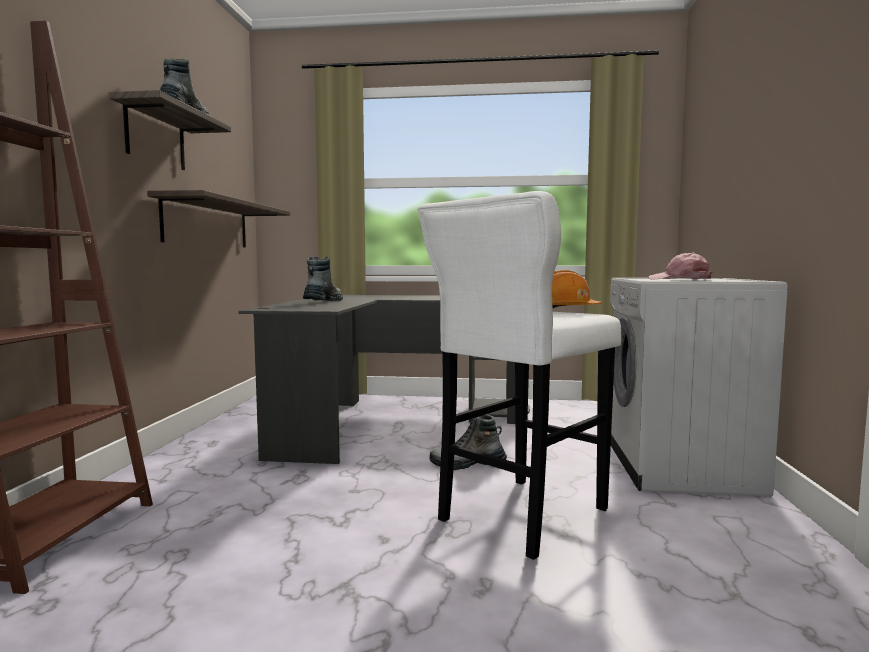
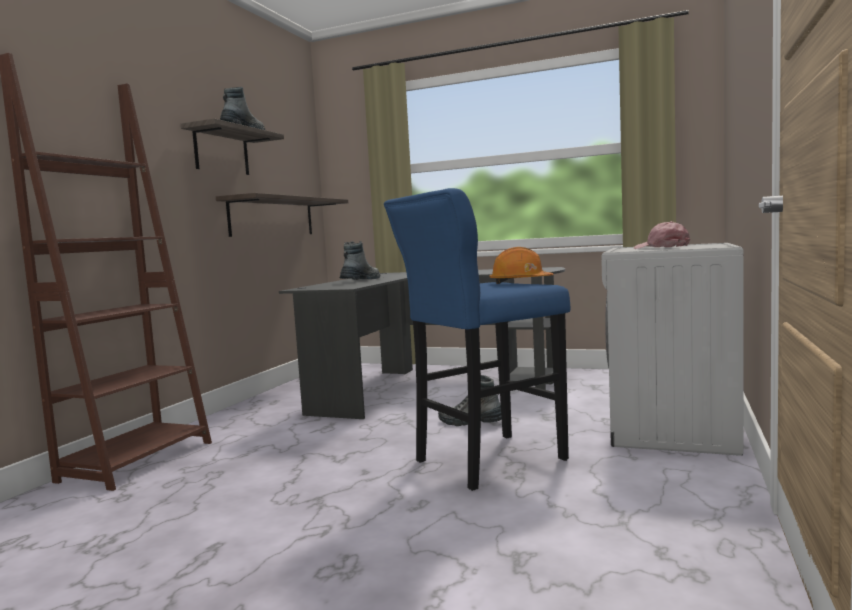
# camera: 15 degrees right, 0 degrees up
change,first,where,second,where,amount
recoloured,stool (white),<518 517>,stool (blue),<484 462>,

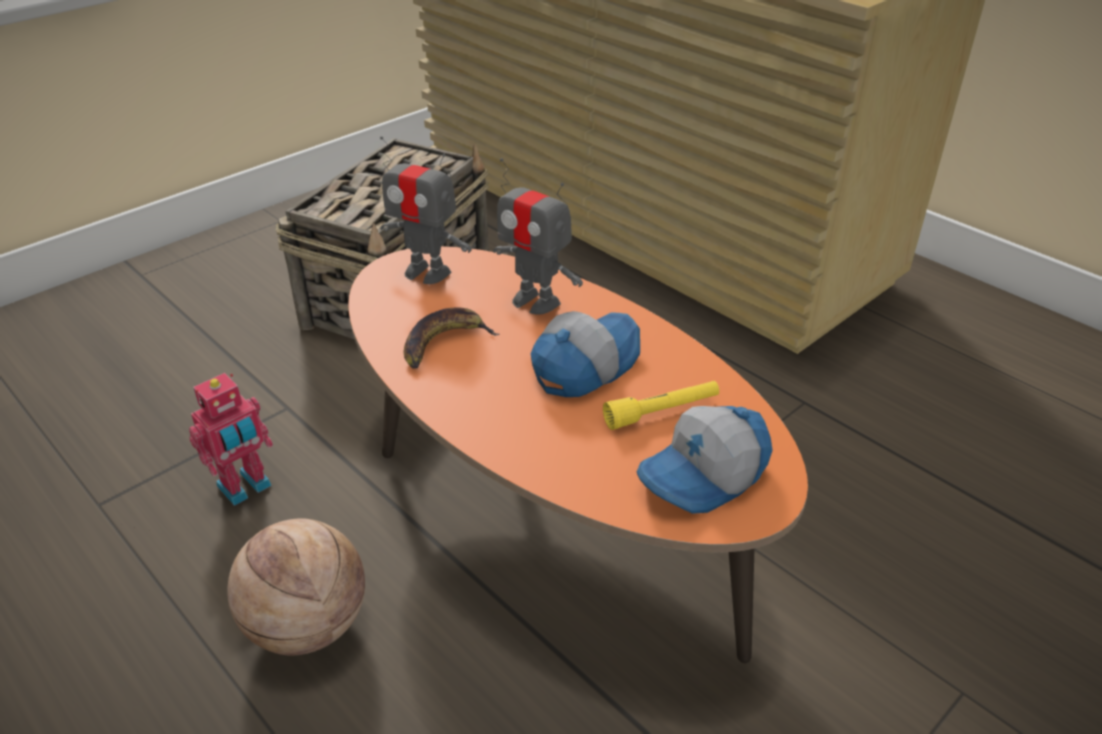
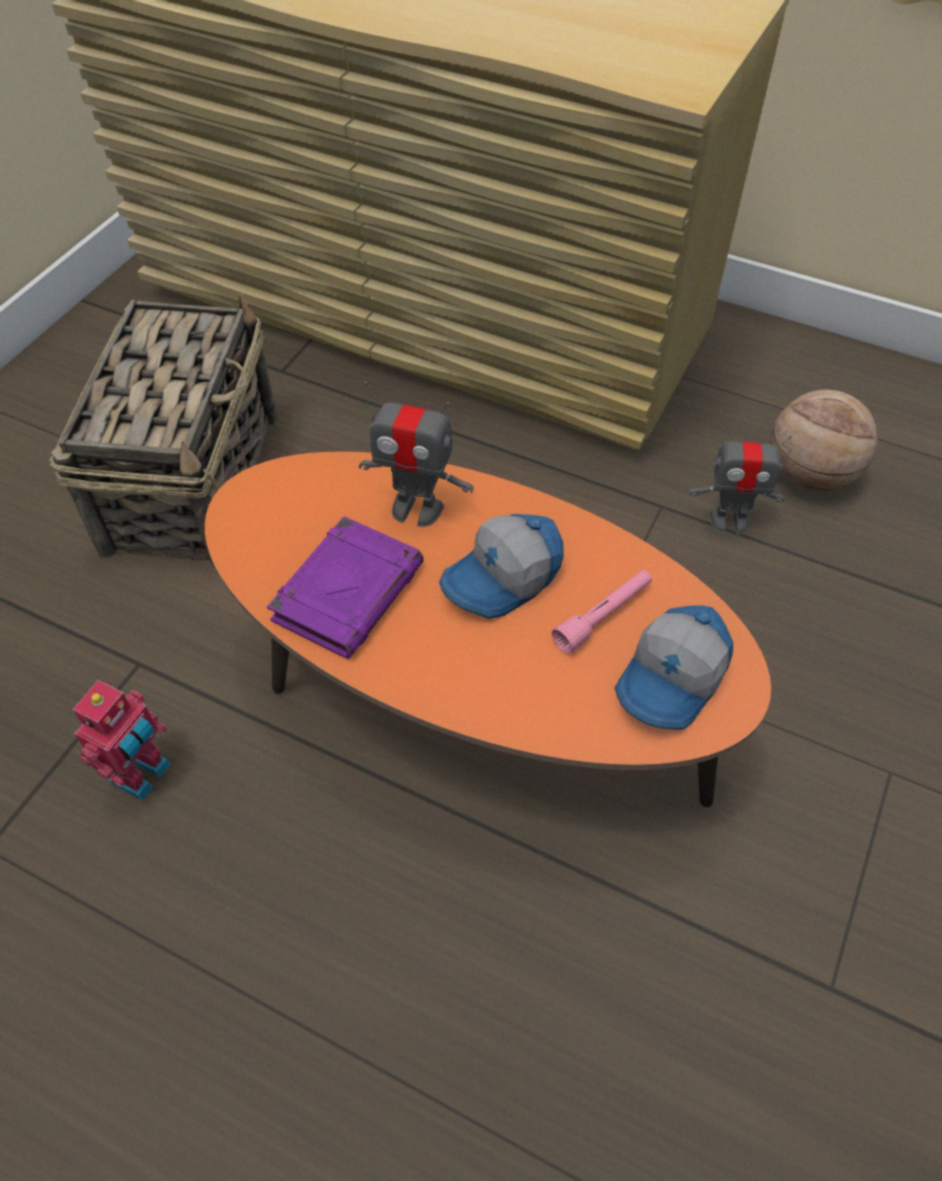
# camera: 20 degrees left, 15 degrees up
change,first,where,second,where,amount
moved,basketball,<308 626>,,<809 476>,
moved,toy robot,<427 272>,,<729 520>,
replaced,banana,<444 343>,book (purple),<348 591>,
turned,cap,<584 365>,,<503 579>,150 degrees counterclockwise
recoloured,flashlight (yellow),<662 412>,flashlight (pink),<603 616>,

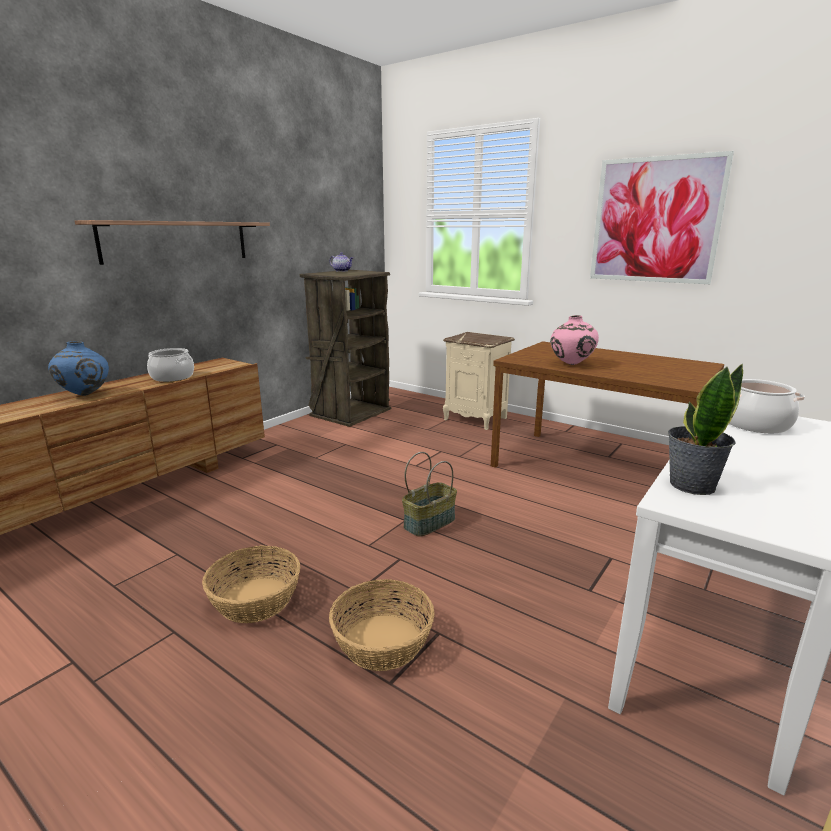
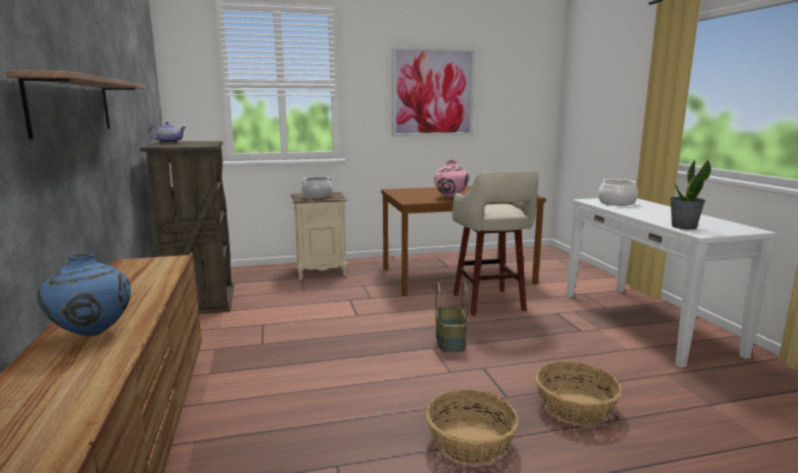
# camera: 50 degrees left, 5 degrees down
change,first,where,second,where,amount
moved,cooking pot,<172 377>,,<317 196>,
added,,,stool (beige),<489 304>,

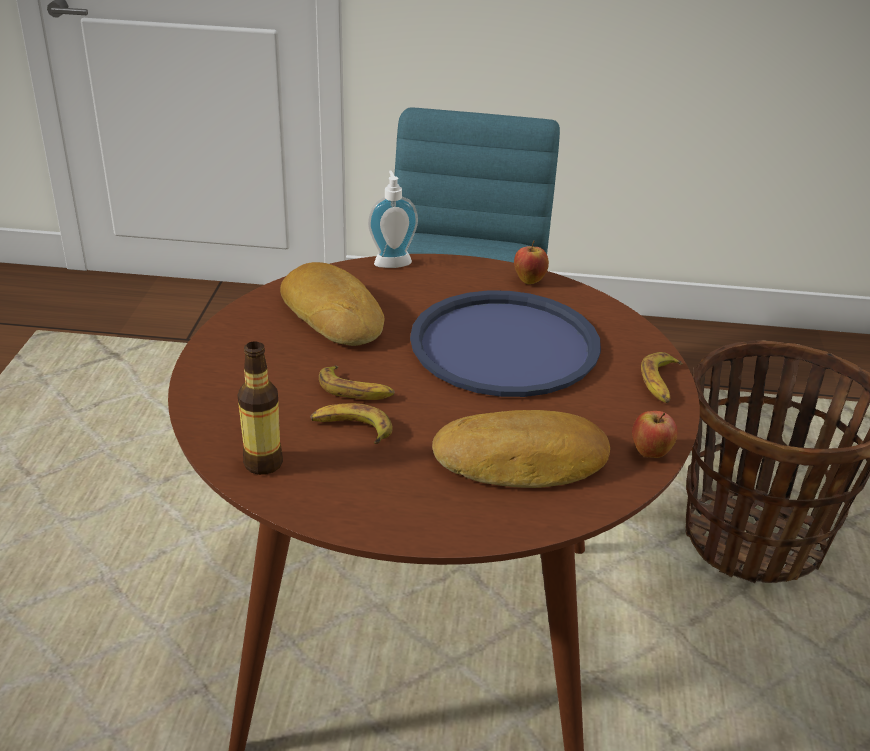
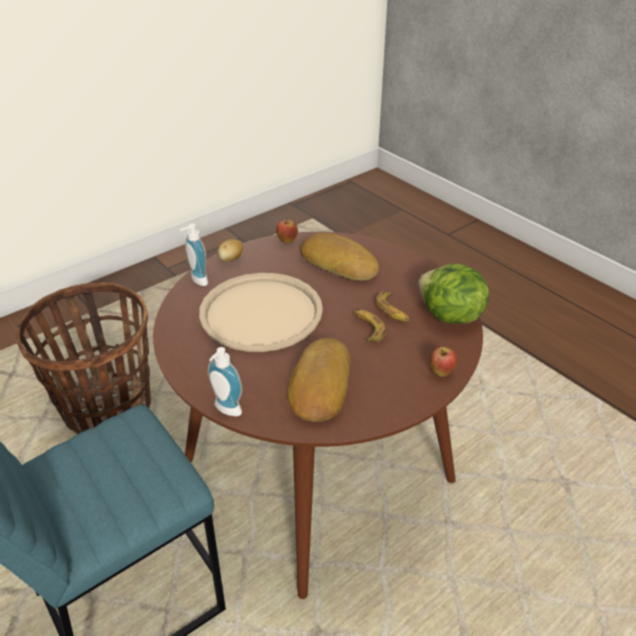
# camera: 135 degrees left, 5 degrees up
change,first,where,second,where,amount
replaced,bottle,<263 463>,lettuce,<449 316>,
recoloured,tray (blue),<504 345>,tray (beige),<261 313>,
moved,apple,<529 281>,,<441 372>,
replaced,banana,<661 384>,potato,<230 259>,
added,,,soap dispenser,<196 280>,

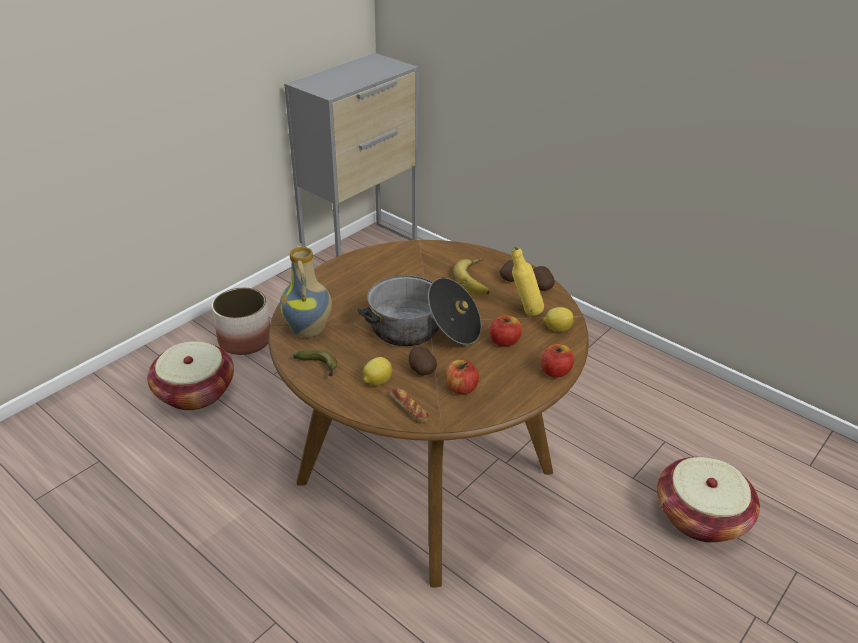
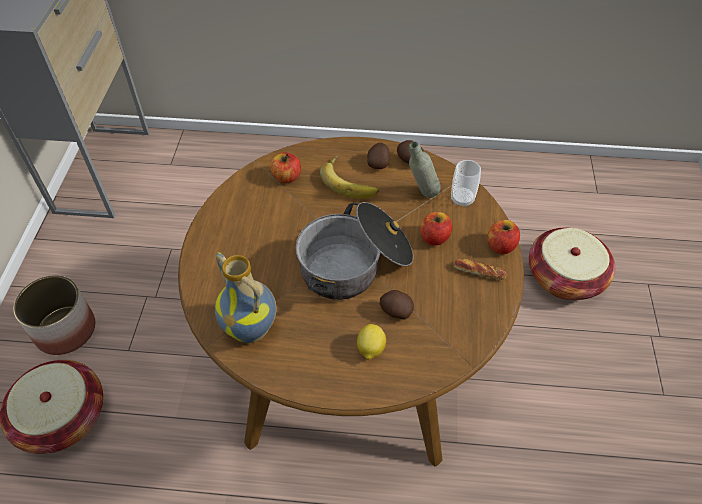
# camera: 35 degrees left, 15 degrees up
change,first,where,second,where,amount
removed,banana,<319 367>,,,
moved,bread,<409 408>,,<479 271>,
moved,apple,<461 388>,,<286 177>,
recoloured,bottle (yellow),<524 312>,bottle (grey),<421 195>,
replaced,lemon,<557 328>,cup,<462 199>,

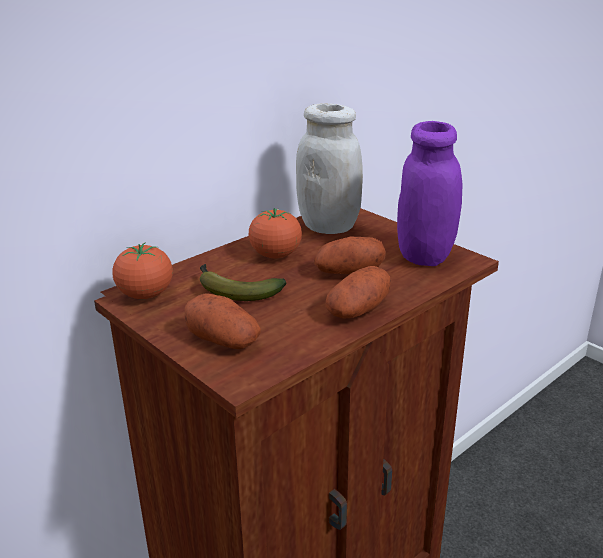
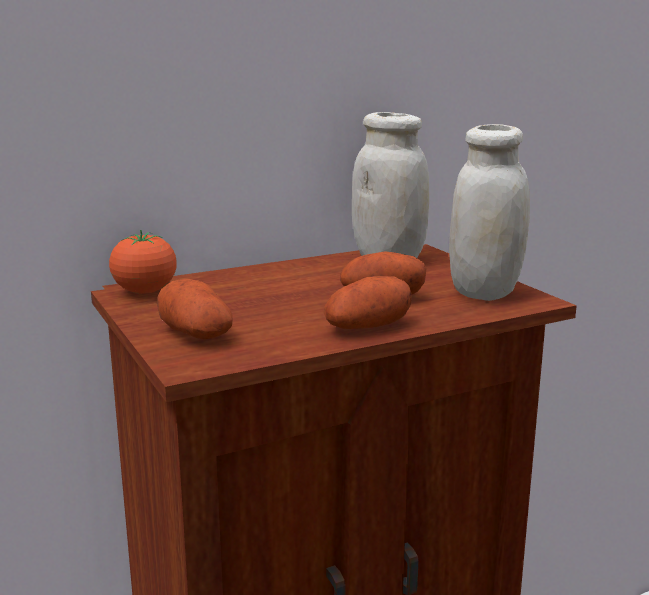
# camera: 15 degrees right, 10 degrees down
change,first,where,second,where,amount
removed,banana,<234 290>,,,
removed,tomato,<275 255>,,,
recoloured,jar (purple),<425 255>,jar (white),<485 292>,

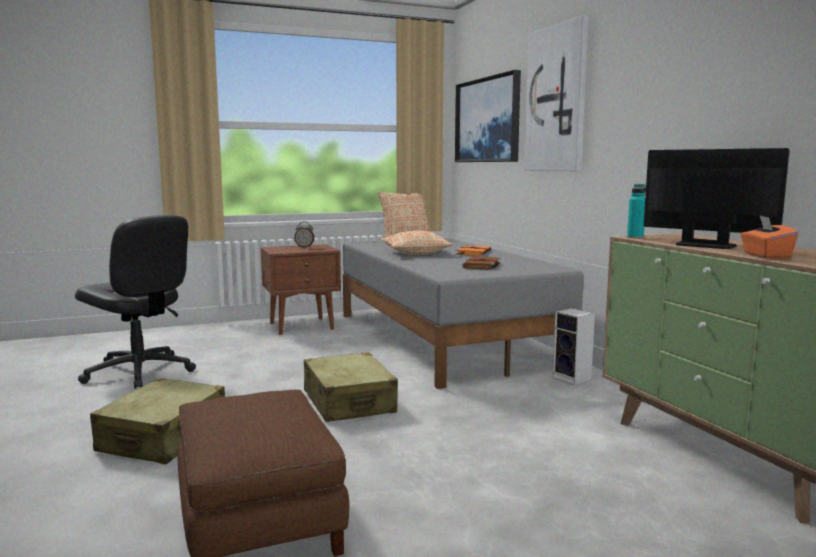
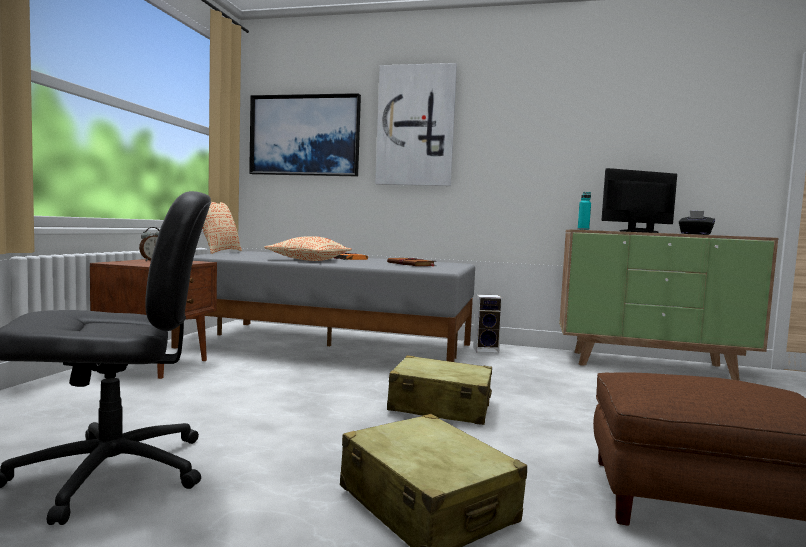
# camera: 55 degrees left, 5 degrees down
change,first,where,second,where,amount
recoloured,tissue box (orange),<765 256>,tissue box (black),<695 234>,

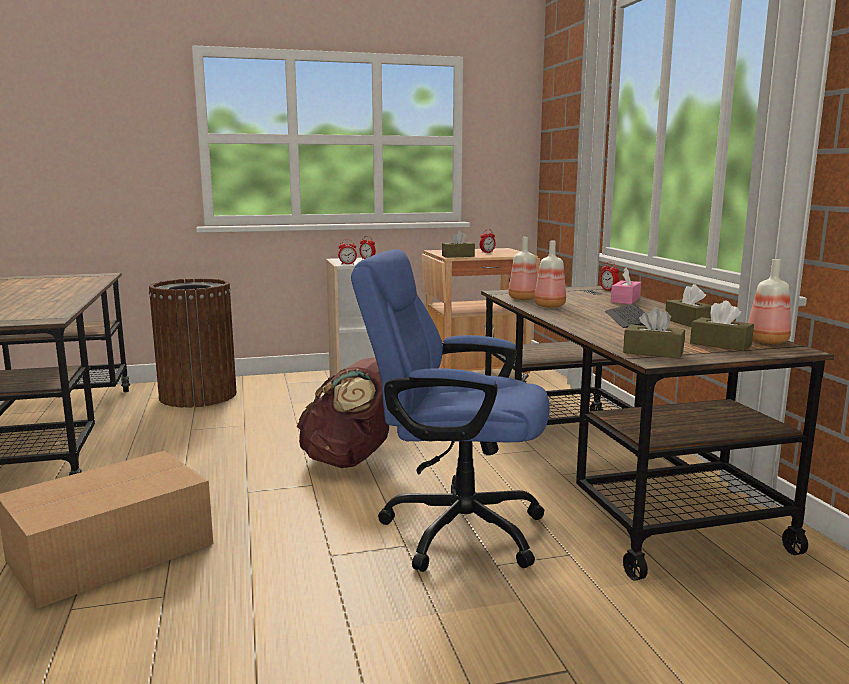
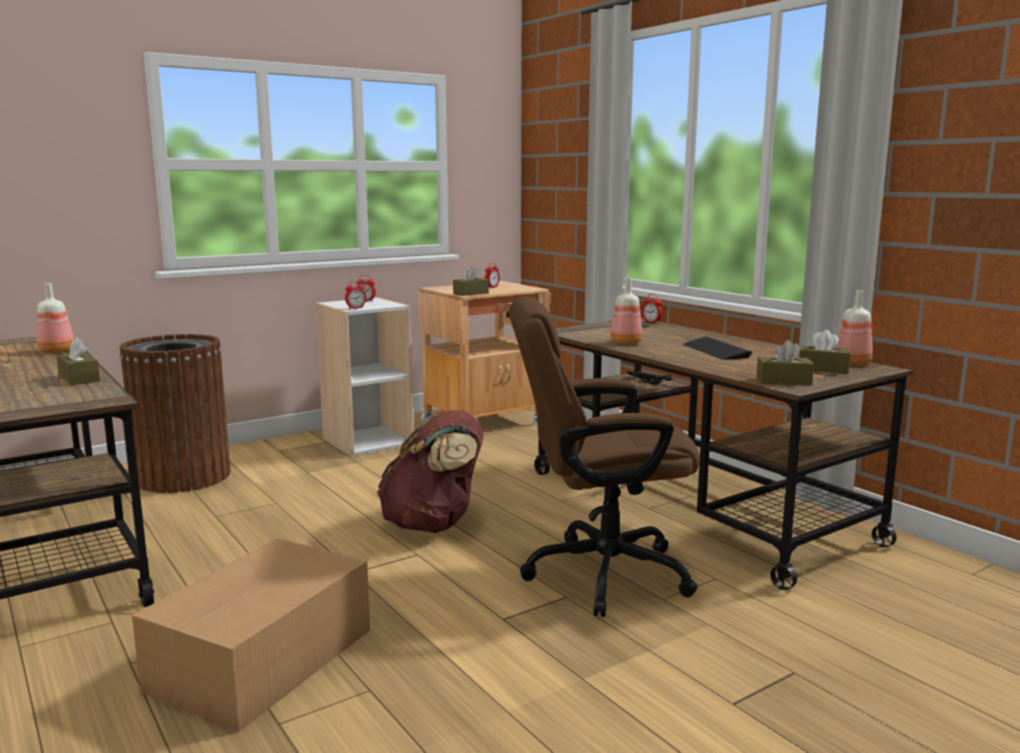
# camera: 20 degrees left, 0 degrees up
change,first,where,second,where,amount
recoloured,office chair (blue),<454 531>,office chair (brown),<598 575>,
moved,bottle,<522 298>,,<56 351>,
removed,tissue box (pink),<625 300>,,,
moved,tissue box (brown),<689 322>,,<79 378>,

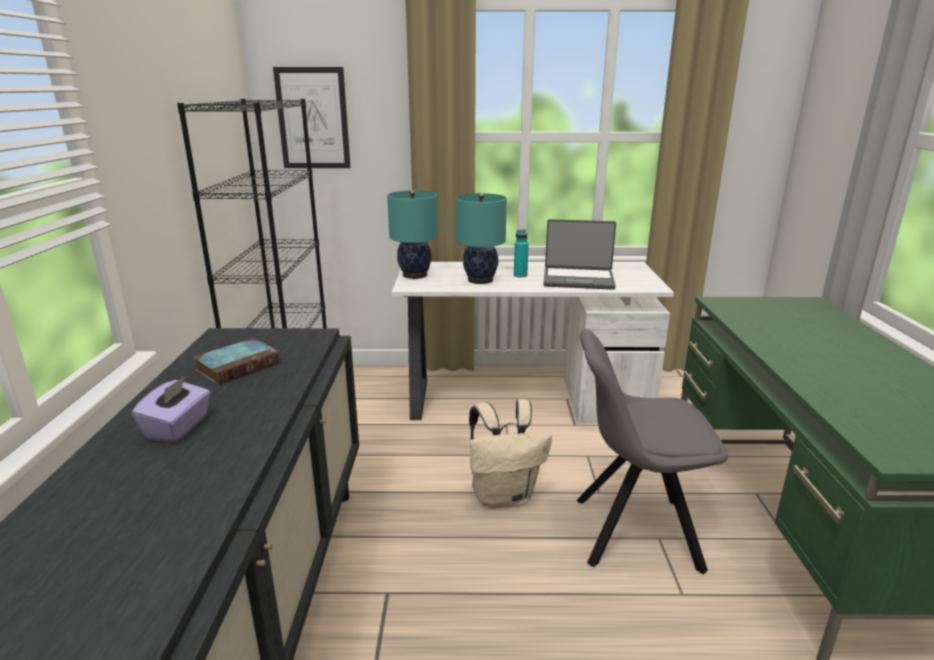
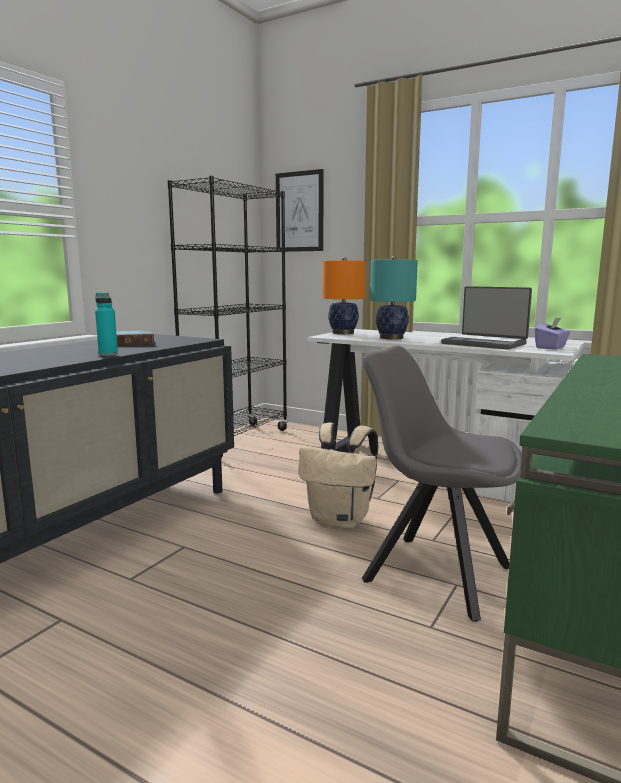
# camera: 30 degrees right, 10 degrees down
change,first,where,second,where,amount
moved,tissue box (purple),<178 427>,,<551 347>,
recoloured,table lamp (turquoise),<415 275>,table lamp (orange),<343 333>,
moved,bottle (turquoise),<520 275>,,<108 354>,

